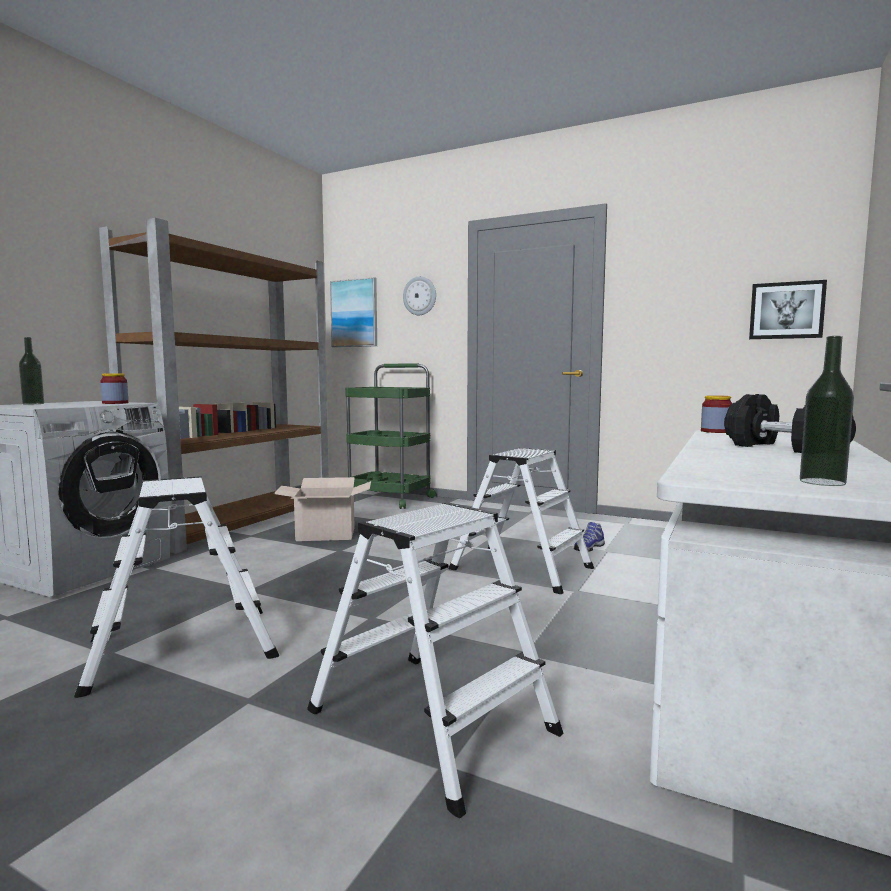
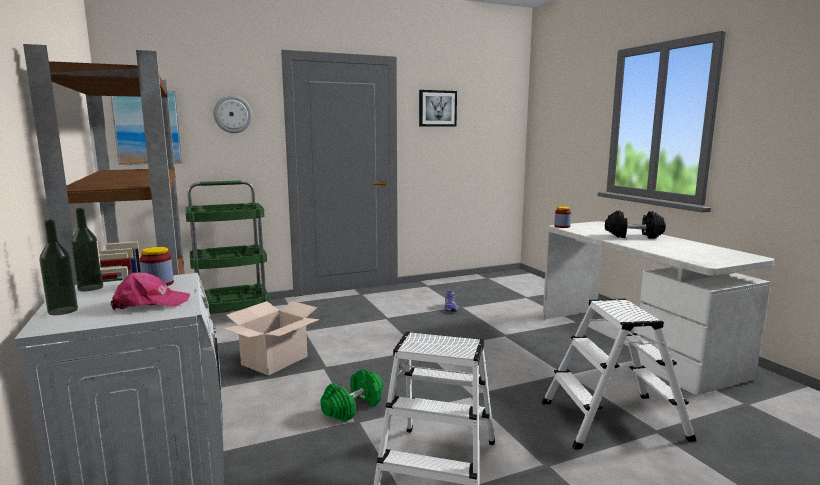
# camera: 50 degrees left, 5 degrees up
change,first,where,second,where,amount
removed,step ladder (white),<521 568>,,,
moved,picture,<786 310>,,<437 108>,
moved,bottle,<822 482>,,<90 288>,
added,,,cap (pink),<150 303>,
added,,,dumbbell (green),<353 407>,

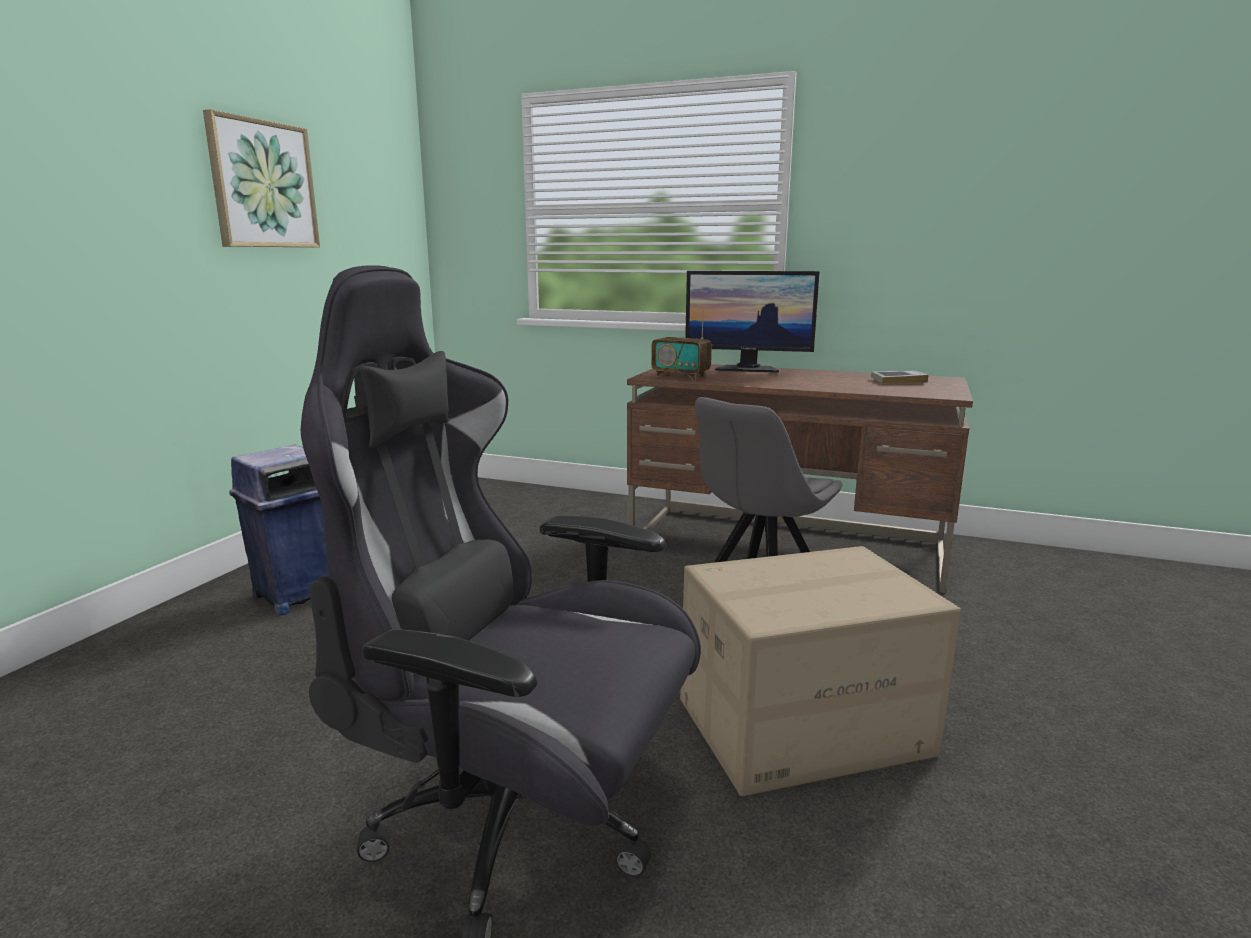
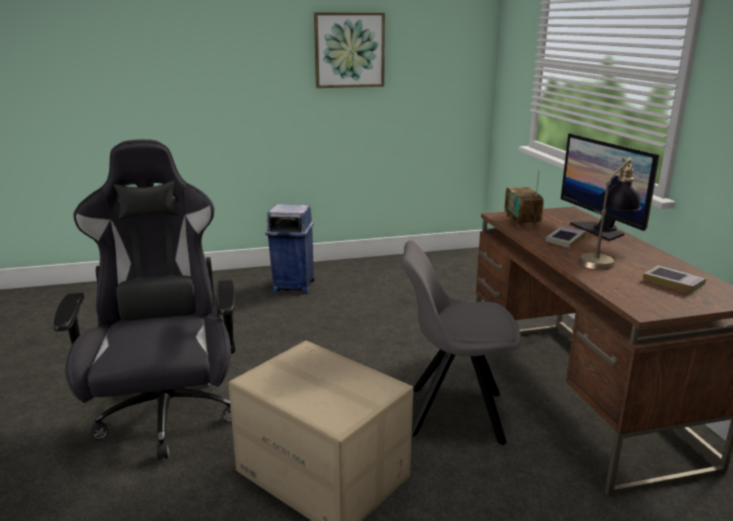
# camera: 55 degrees right, 5 degrees up
change,first,where,second,where,amount
added,,,book,<565 240>,
added,,,table lamp,<605 259>,

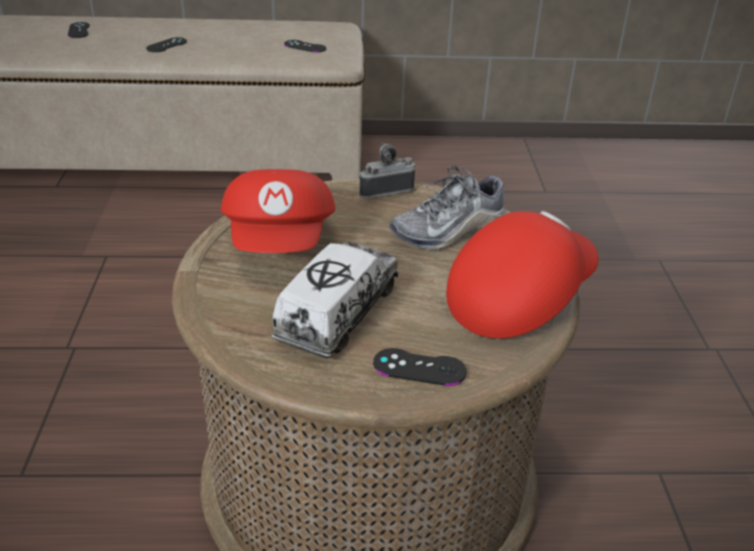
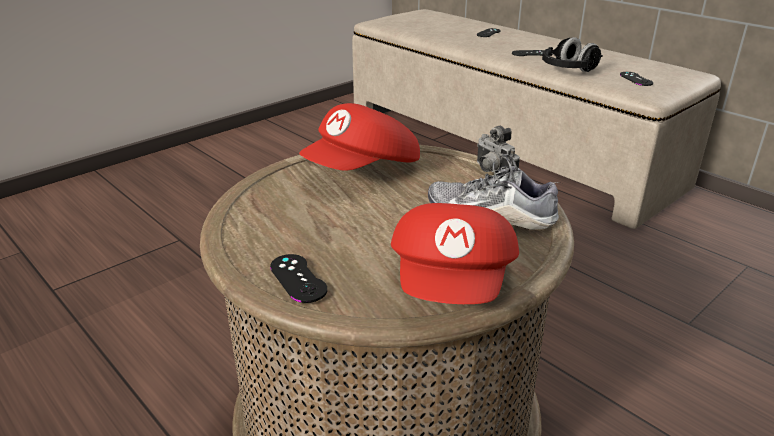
# camera: 50 degrees right, 5 degrees down
change,first,where,second,where,amount
removed,toy truck,<338 313>,,,
turned,photo camera,<384 190>,,<492 172>,150 degrees counterclockwise
turned,cap (red),<517 298>,,<454 284>,90 degrees clockwise
added,,,headphones (black),<568 71>,

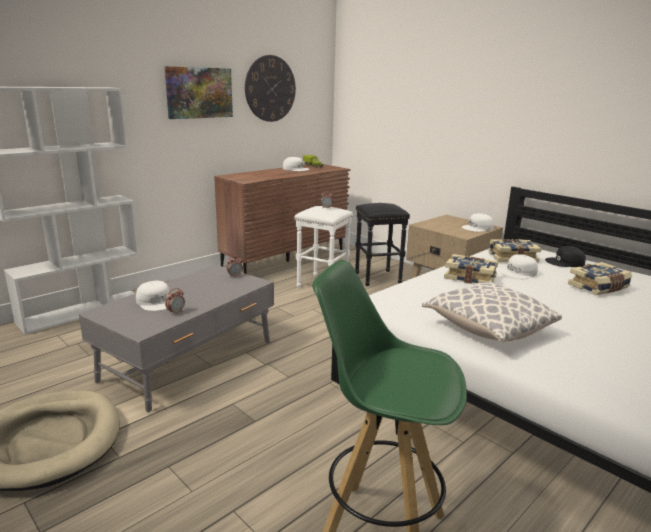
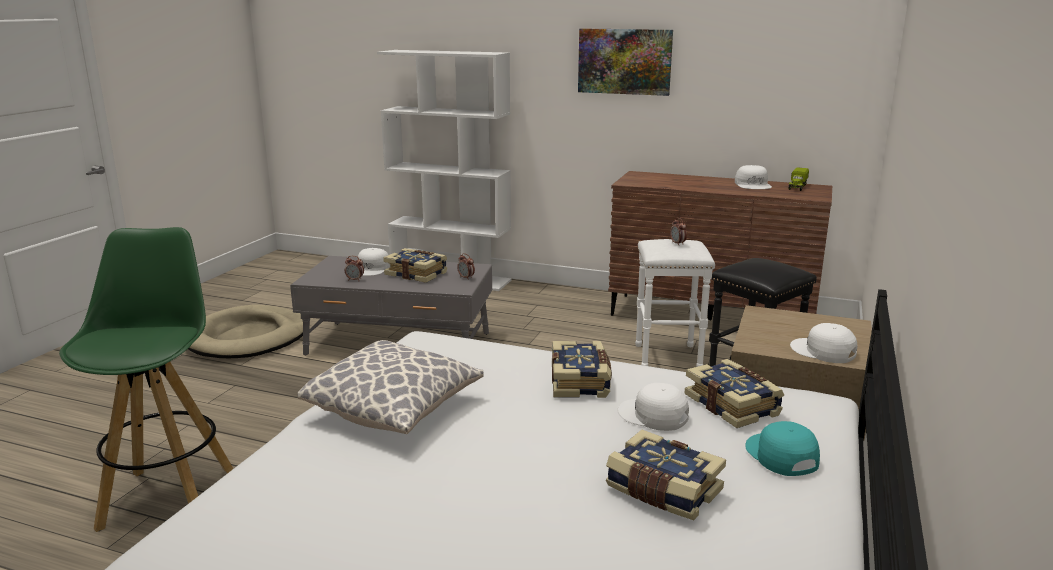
# camera: 65 degrees right, 0 degrees up
change,first,where,second,where,amount
removed,wall clock,<270 89>,,,
recoloured,cap (black),<565 262>,cap (turquoise),<780 455>,
added,,,book,<417 274>,

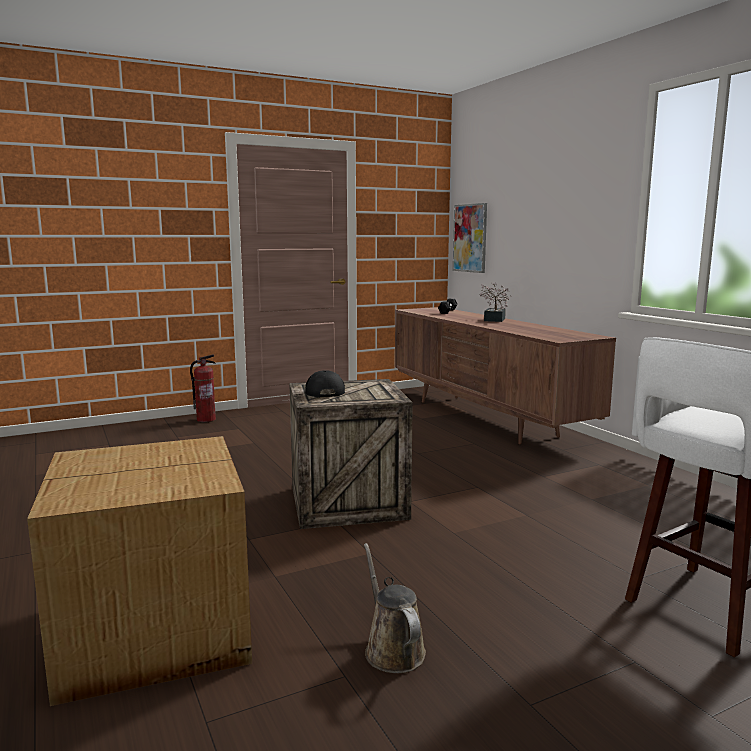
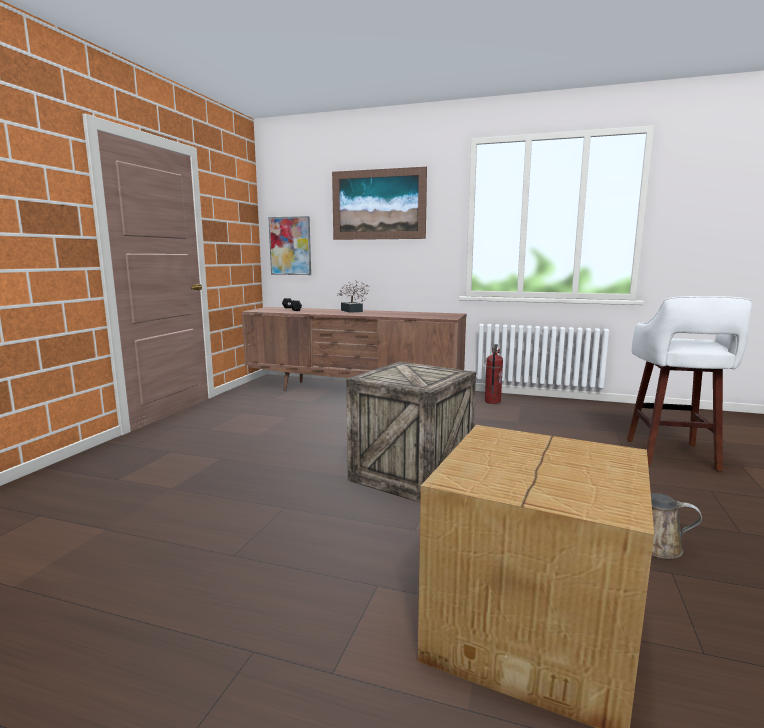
# camera: 45 degrees left, 0 degrees up
change,first,where,second,where,amount
moved,fire extinguisher,<206 419>,,<492 401>,
removed,cap (black),<324 391>,,,
added,,,picture,<378 204>,

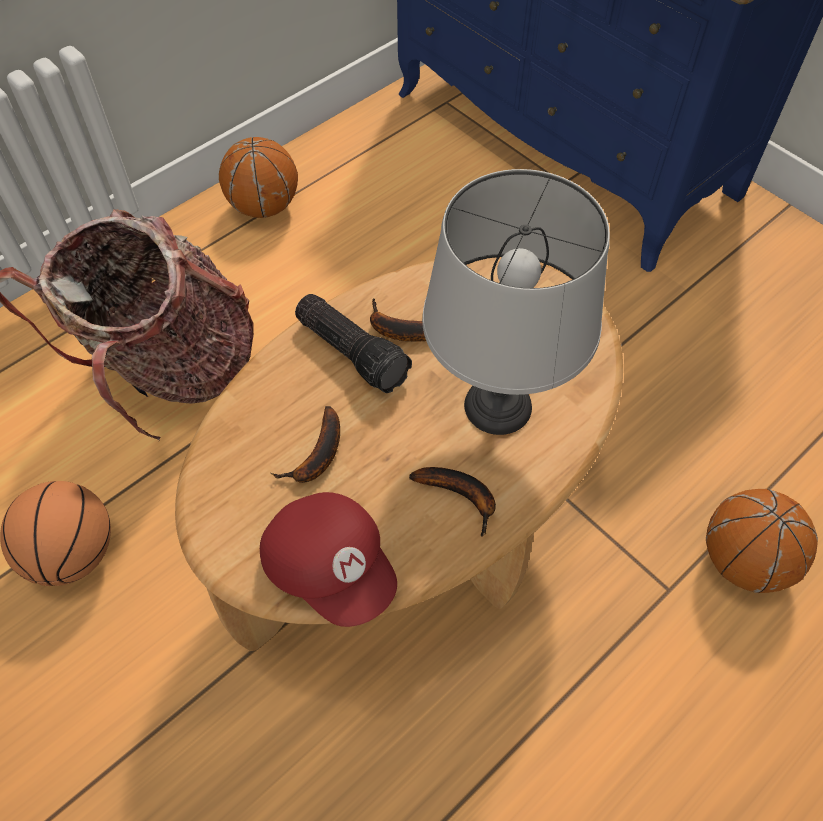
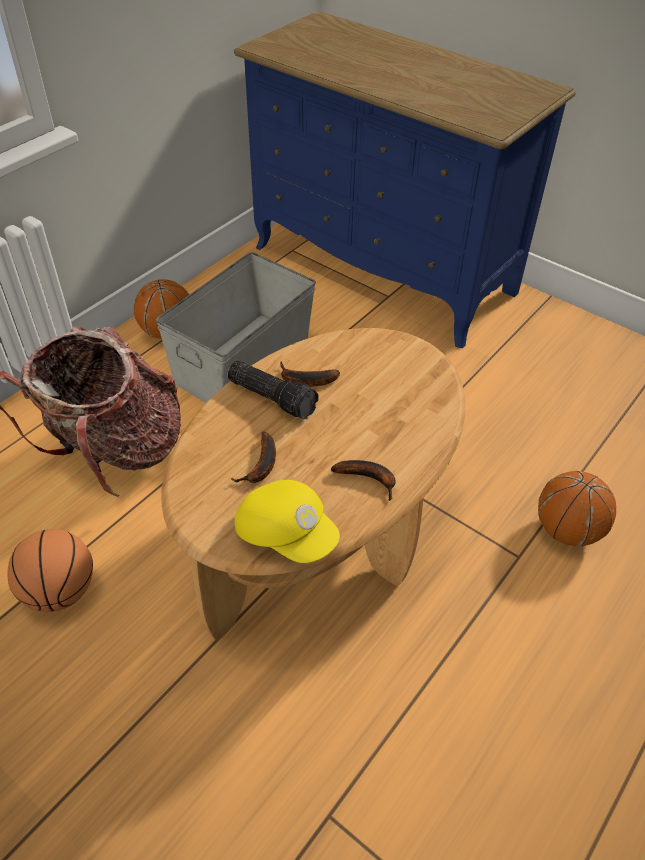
# camera: 10 degrees left, 10 degrees down
change,first,where,second,where,amount
recoloured,cap (red),<331 566>,cap (yellow),<287 533>,
removed,table lamp (grey),<497 407>,,,
added,,,storage box (grey),<244 360>,

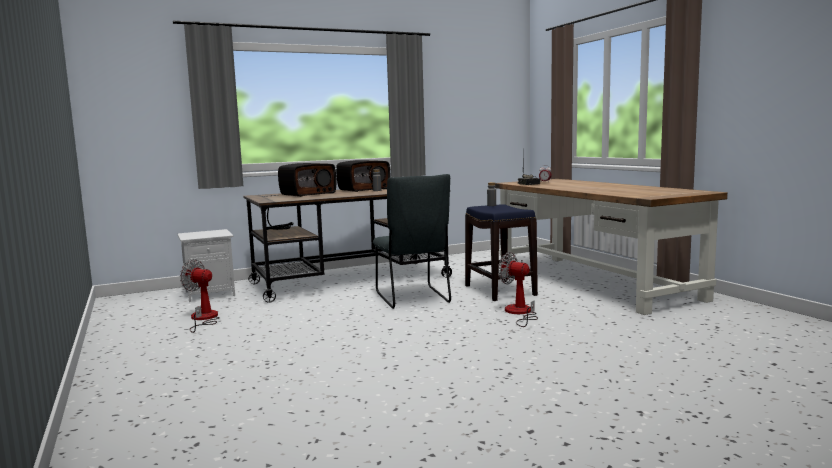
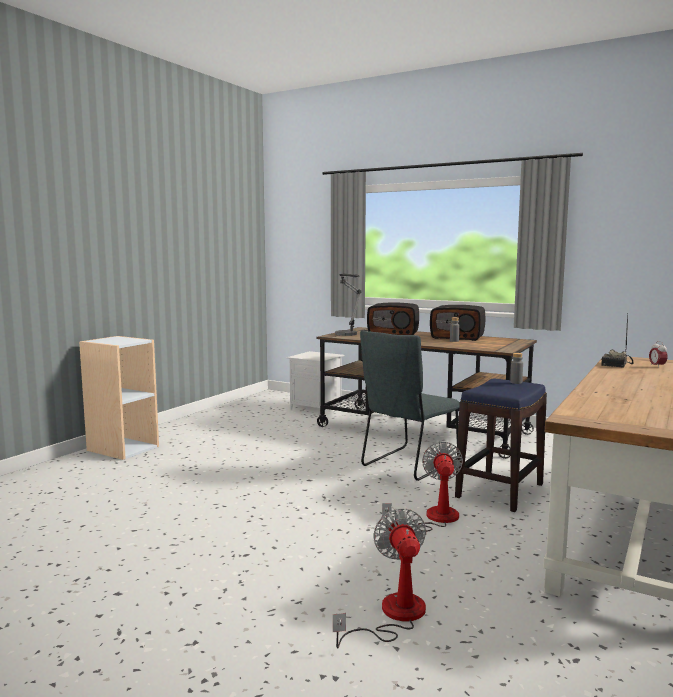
# camera: 55 degrees right, 0 degrees up
change,first,where,second,where,amount
moved,fan,<203 319>,,<393 616>,
added,,,bookcase,<123 448>,
added,,,table lamp,<348 335>,

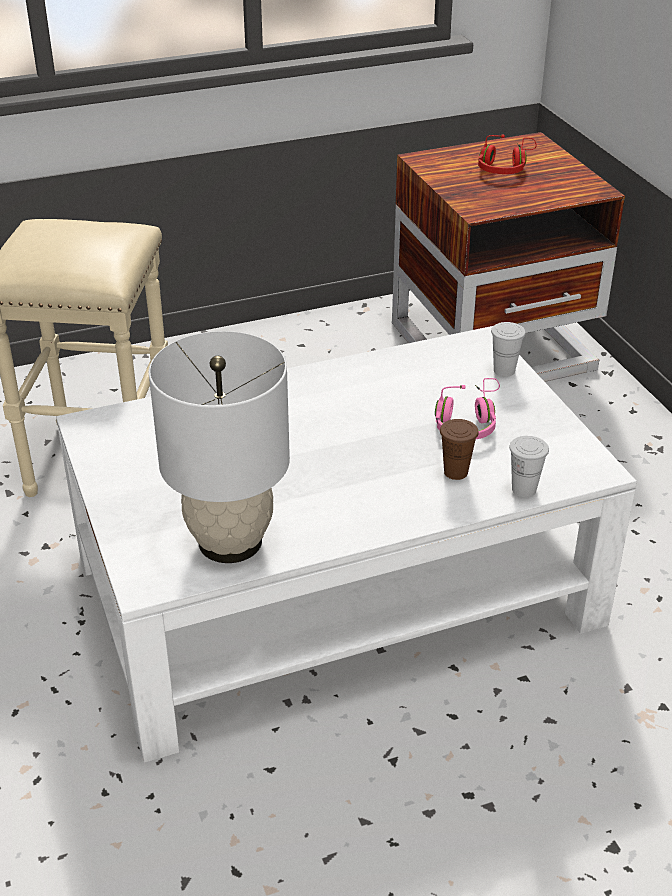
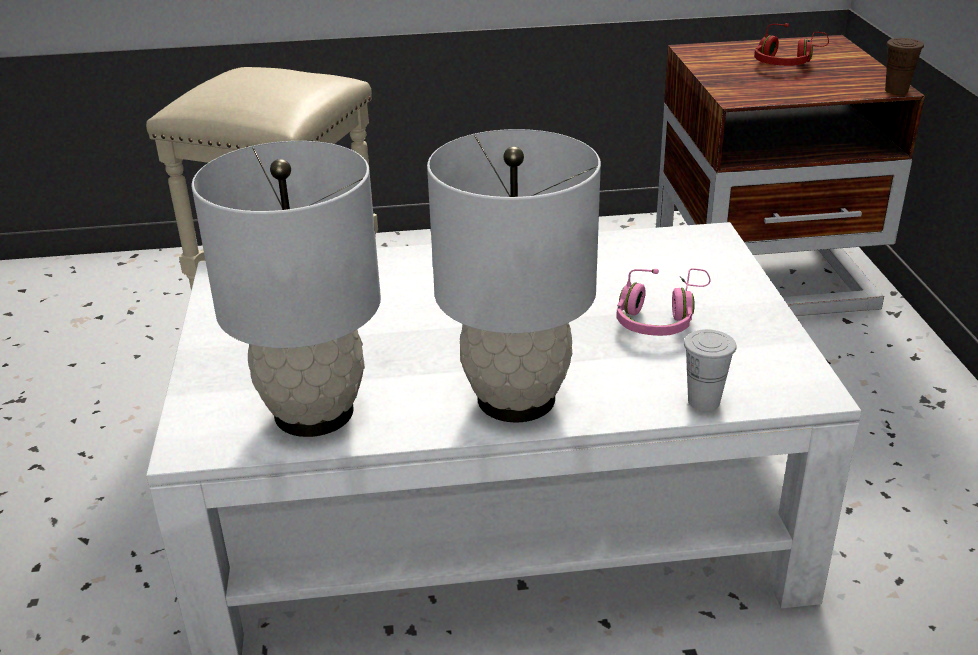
# camera: 15 degrees right, 5 degrees down
change,first,where,second,where,amount
moved,cup (brown),<456 472>,,<896 90>,
removed,cup (white),<504 370>,,,
added,,,table lamp (white),<517 399>,

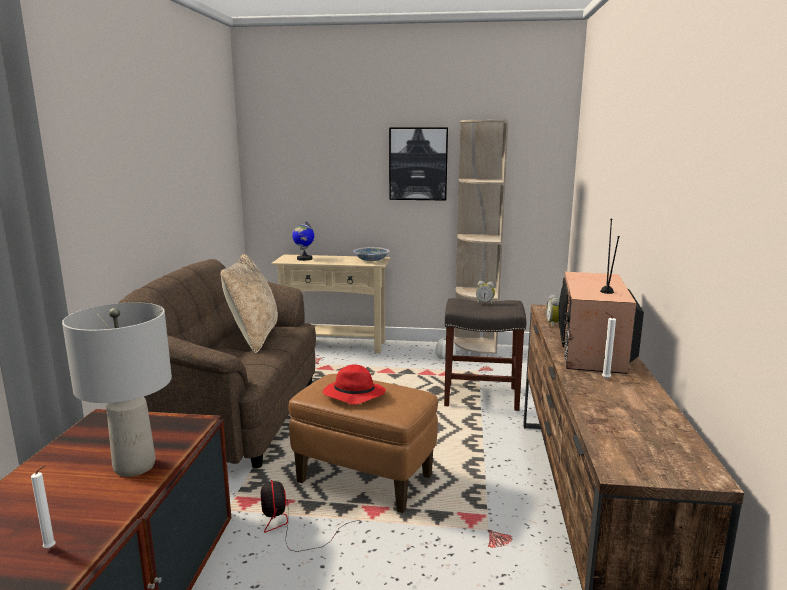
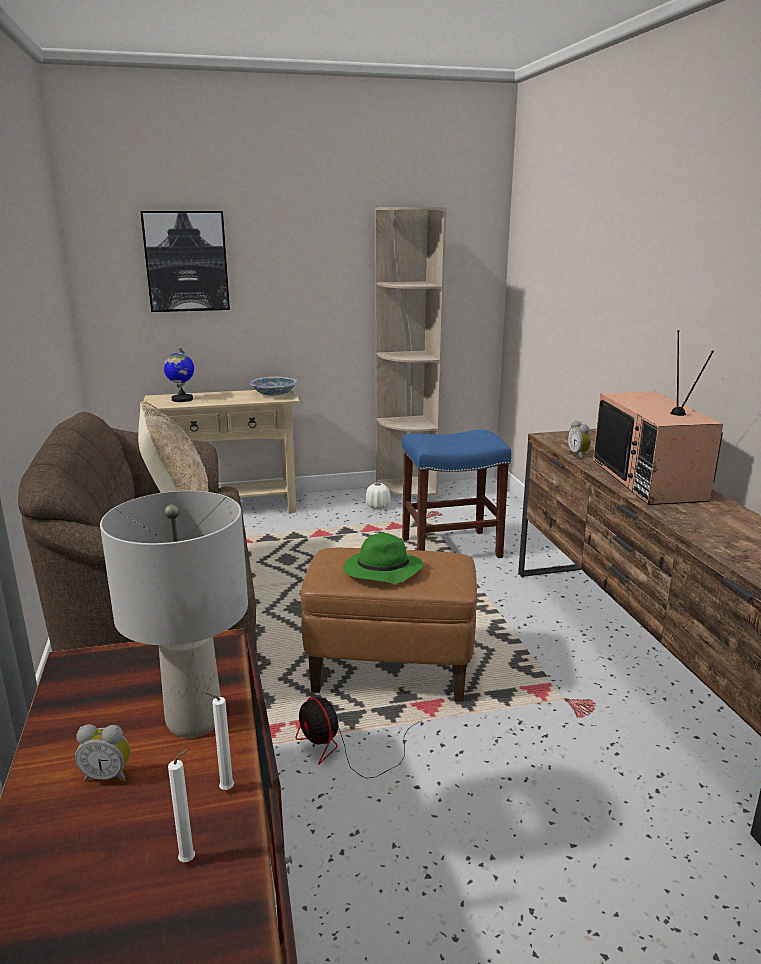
# camera: 20 degrees left, 5 degrees up
change,first,where,second,where,amount
recoloured,hat (red),<353 395>,hat (green),<381 571>,
moved,picture,<418 164>,,<186 261>,
recoloured,stool (grey),<482 396>,stool (blue),<452 547>,
moved,alarm clock,<485 303>,,<108 776>,
moved,candle (white),<604 378>,,<224 790>,

